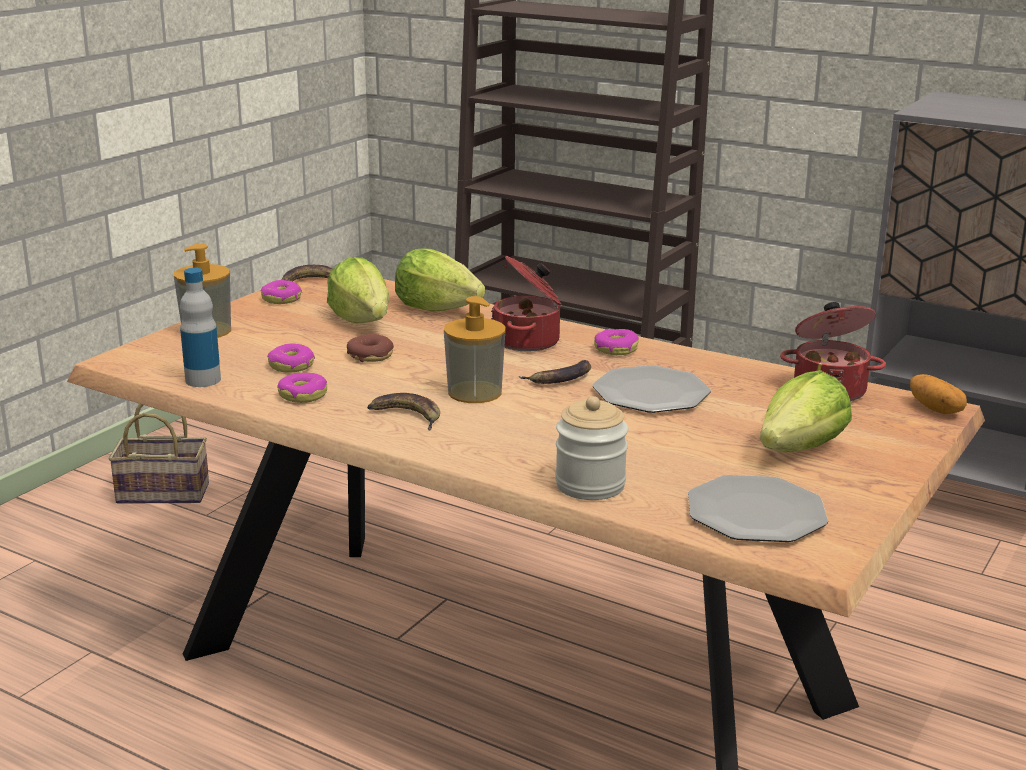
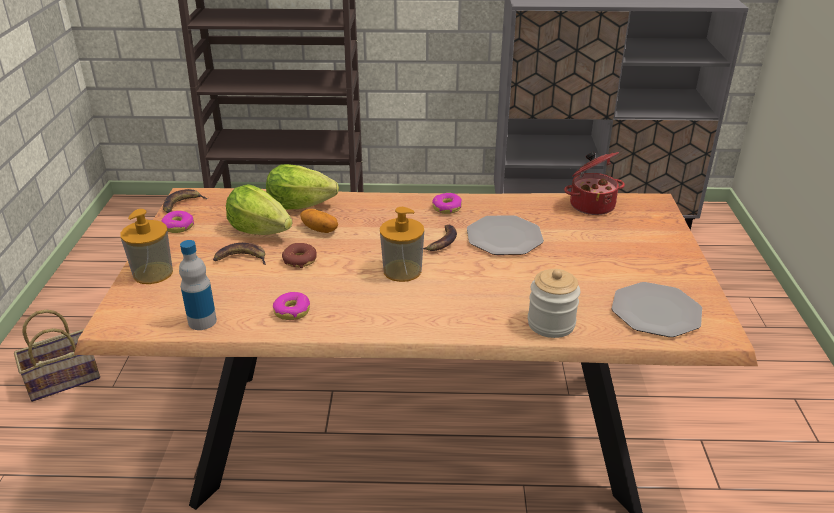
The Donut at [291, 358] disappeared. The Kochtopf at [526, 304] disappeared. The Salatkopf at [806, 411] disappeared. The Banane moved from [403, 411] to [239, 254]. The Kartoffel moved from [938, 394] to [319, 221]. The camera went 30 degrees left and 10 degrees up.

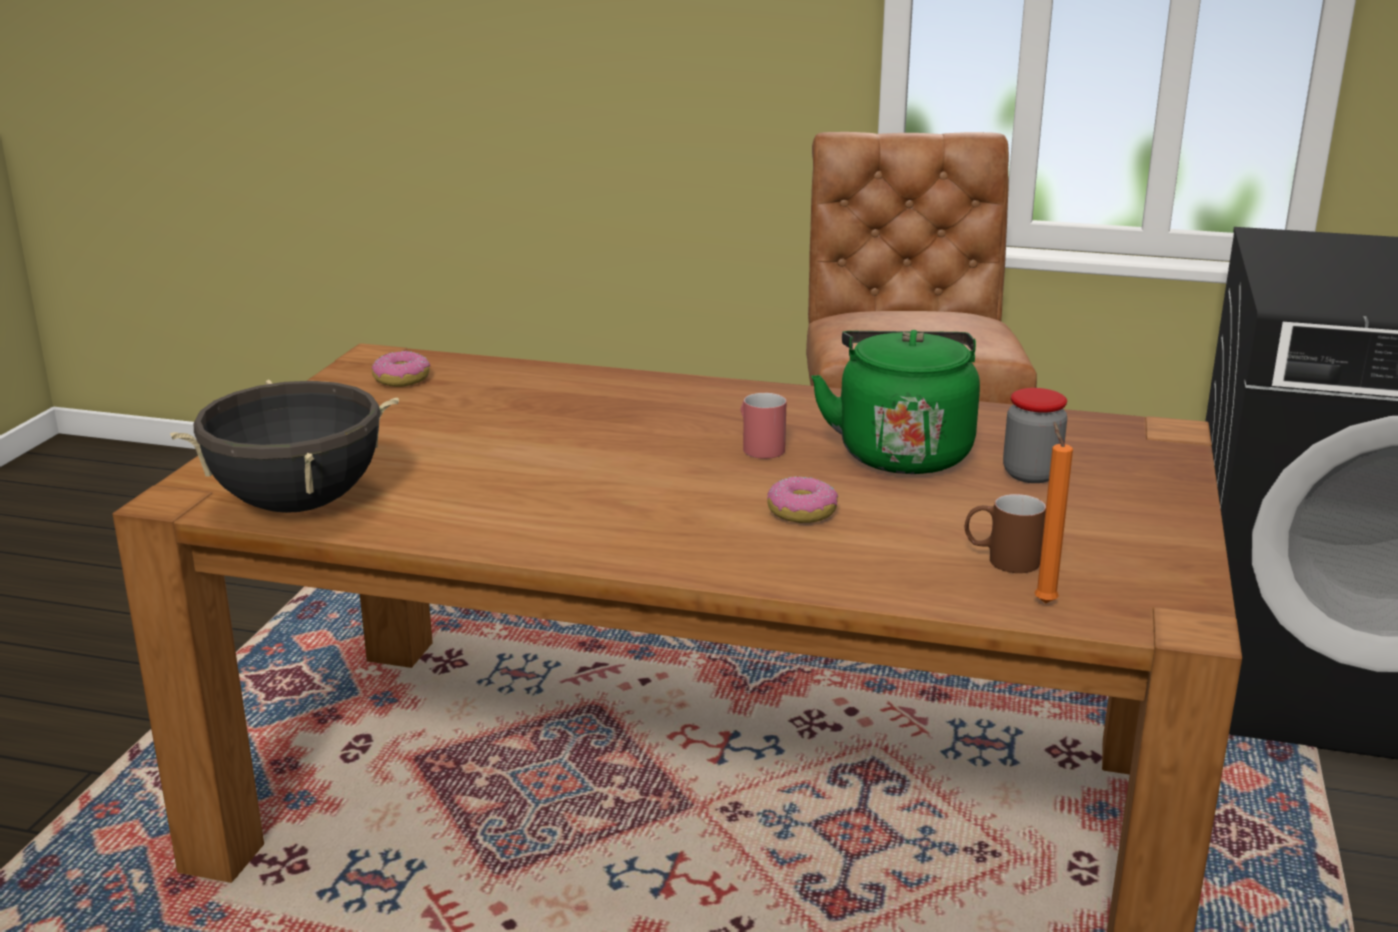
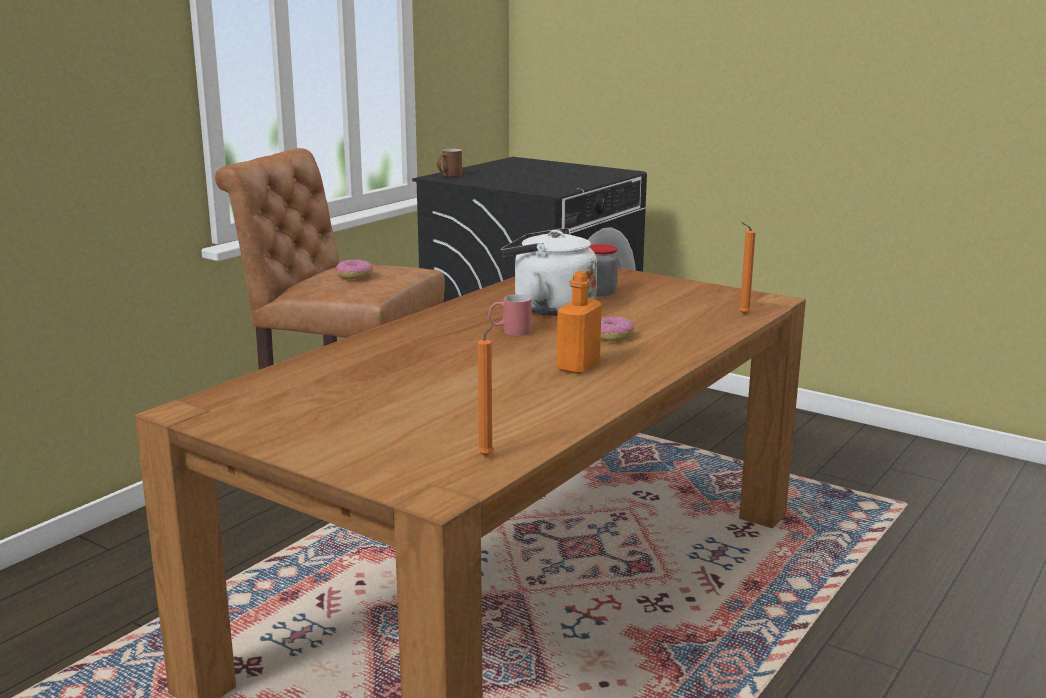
The Flasche/orange at [579, 322] appeared. The Donut moved from [401, 369] to [354, 269]. The Henkelbecher/braun moved from [1005, 533] to [449, 163]. The Kochtopf/schwarz at [284, 446] was replaced by the Kerze/orange at [485, 391]. The Wasserkessel/grün at [895, 402] became the Wasserkessel/weiß at [549, 272]. The camera went 70 degrees left and 5 degrees down.

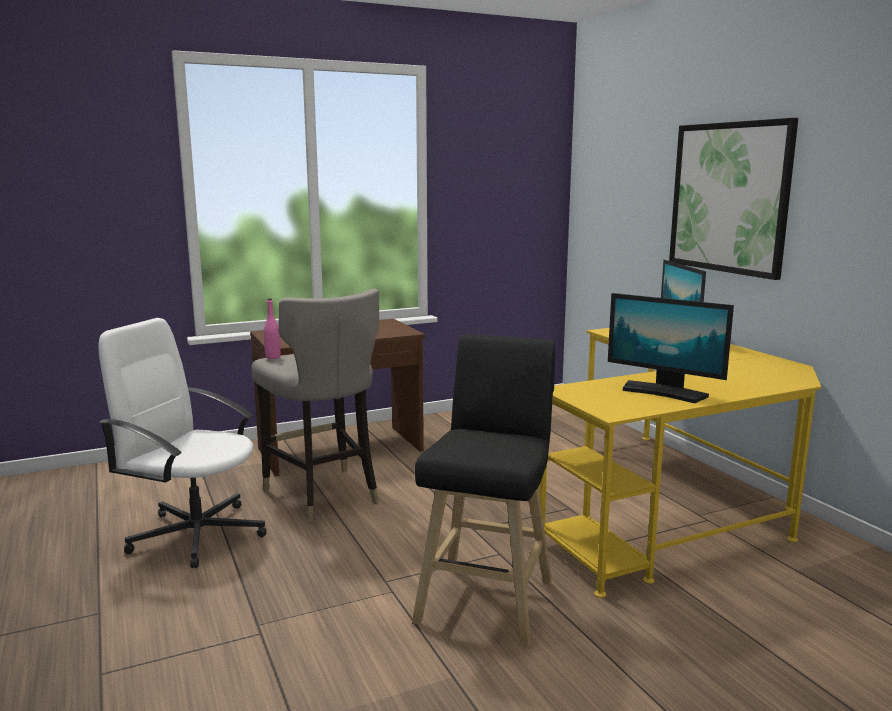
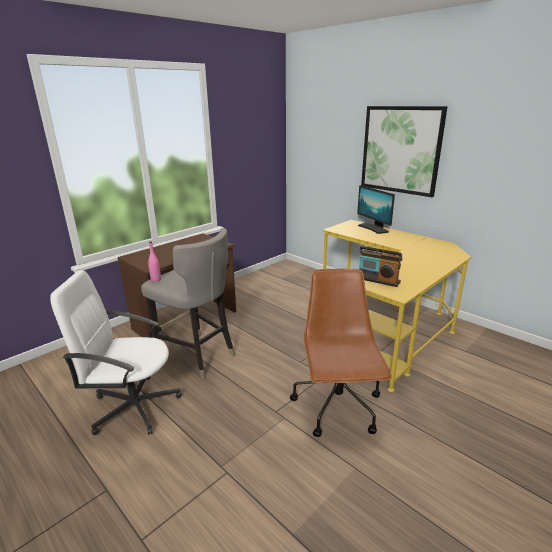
The Monitor at [671, 348] disappeared. The Radio at [381, 266] appeared. The Hocker/schwarz at [483, 490] was replaced by the Bürostuhl/braun at [341, 353]. The camera went 20 degrees left and 10 degrees up.

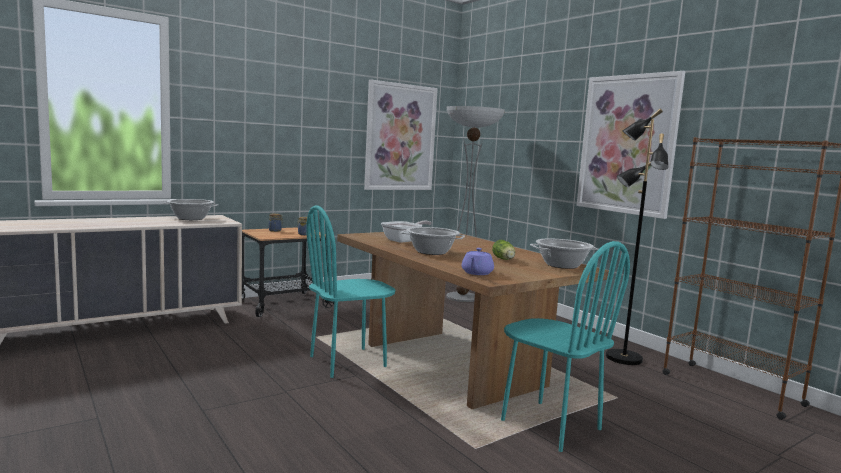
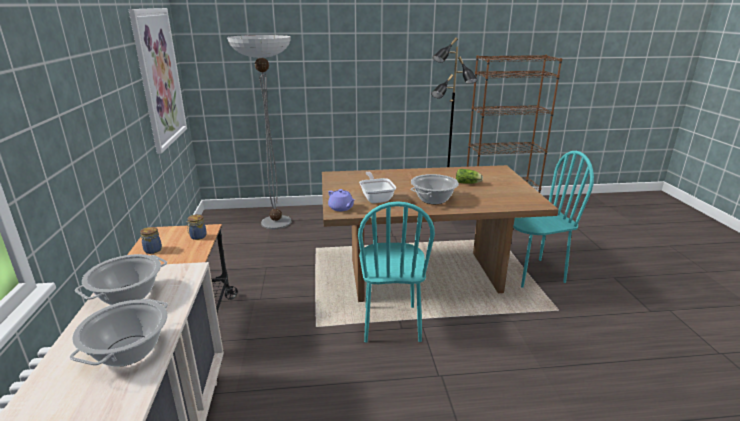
The Bild at [630, 145] disappeared. The Teekanne/lila moved from [478, 261] to [341, 200]. The Kochtopf moved from [564, 254] to [119, 333]. The camera went 60 degrees left and 15 degrees up.

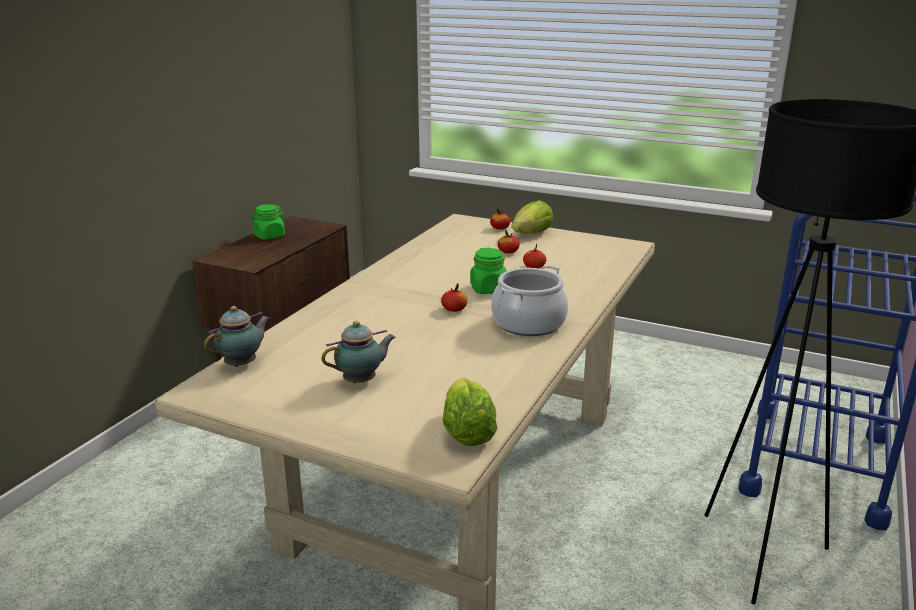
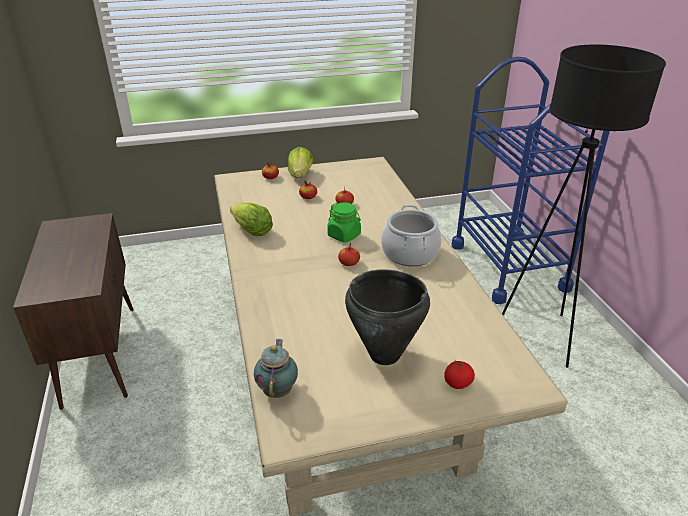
The Vorratsglas/grün at [267, 222] disappeared. The Tomate at [459, 374] appeared. The Salatkopf moved from [470, 412] to [251, 219]. The Teekanne at [358, 352] was replaced by the Kochtopf/schwarz at [387, 317]. The camera went 40 degrees left and 10 degrees up.

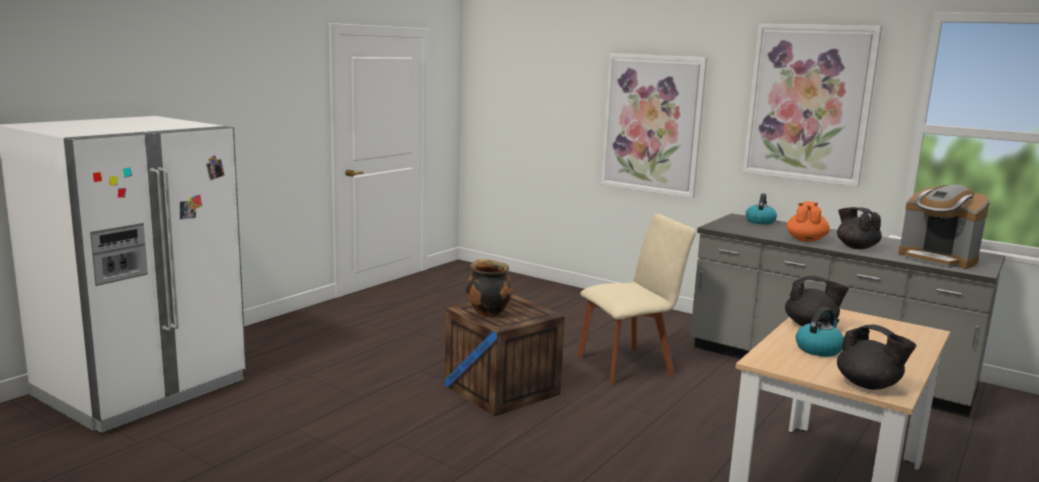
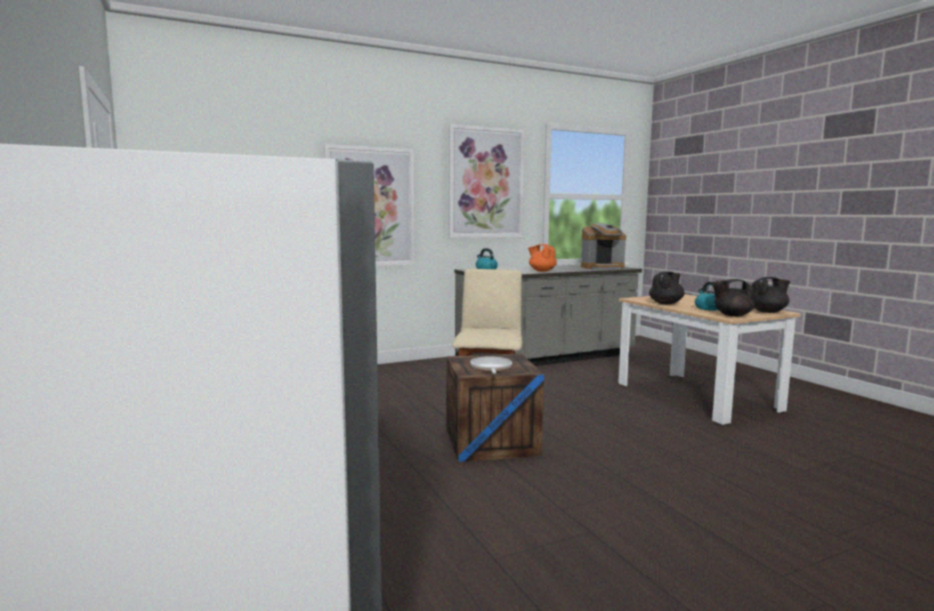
The Teekanne/schwarz moved from [859, 228] to [733, 298]. The Kochtopf at [489, 288] was replaced by the Pfanne at [491, 365]. The camera went 60 degrees left and 5 degrees down.

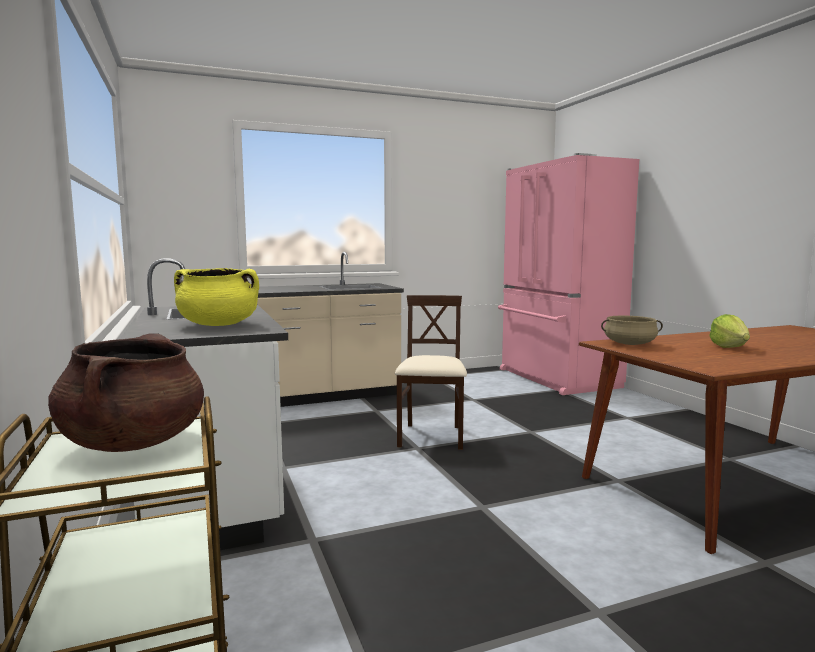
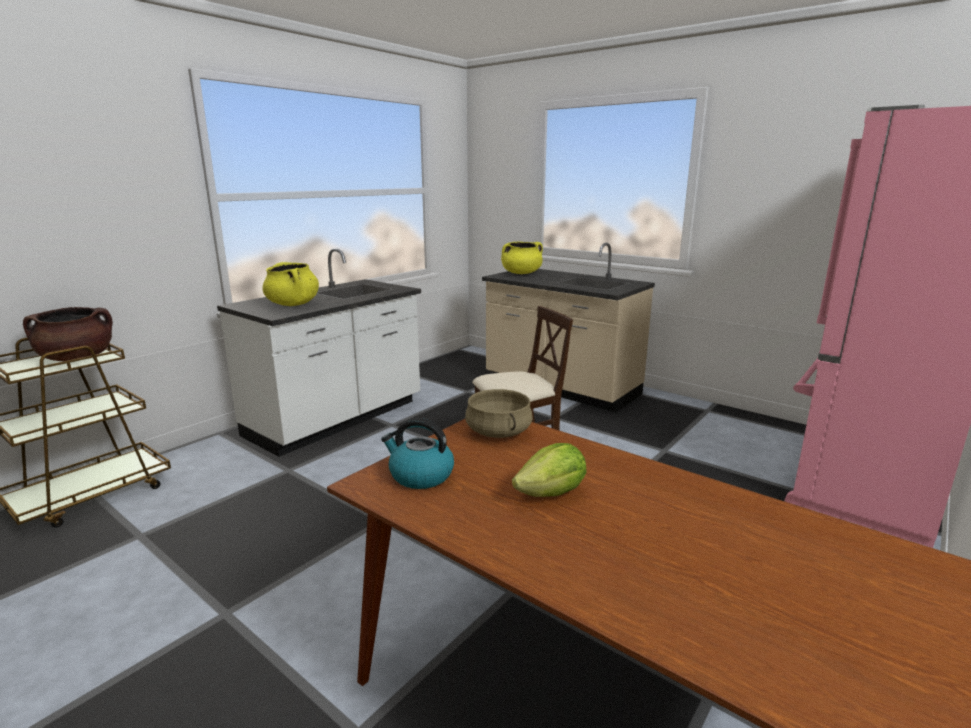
The Wasserkessel at [417, 453] appeared. The Kochtopf/gelb at [522, 257] appeared. The camera went 60 degrees right and 10 degrees up.

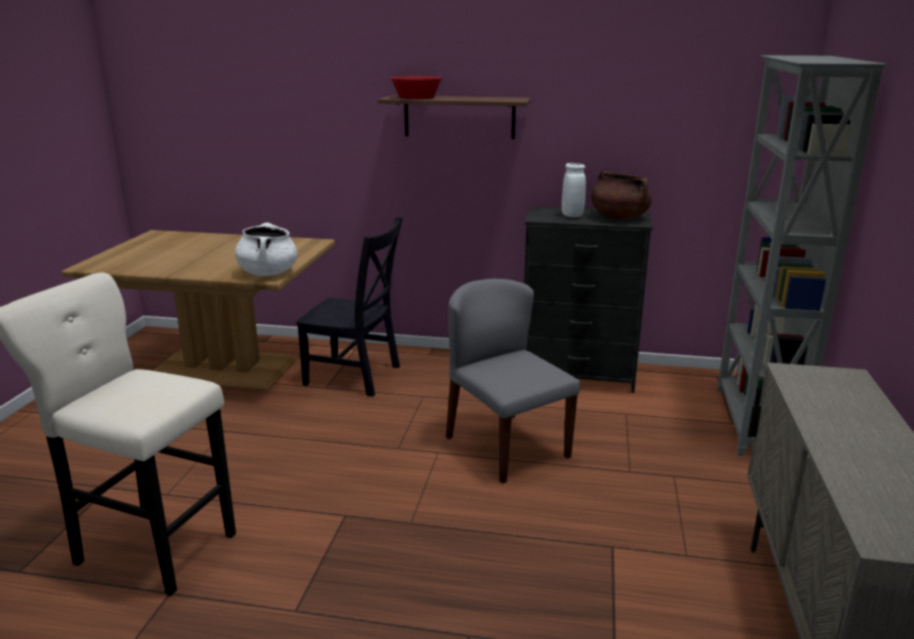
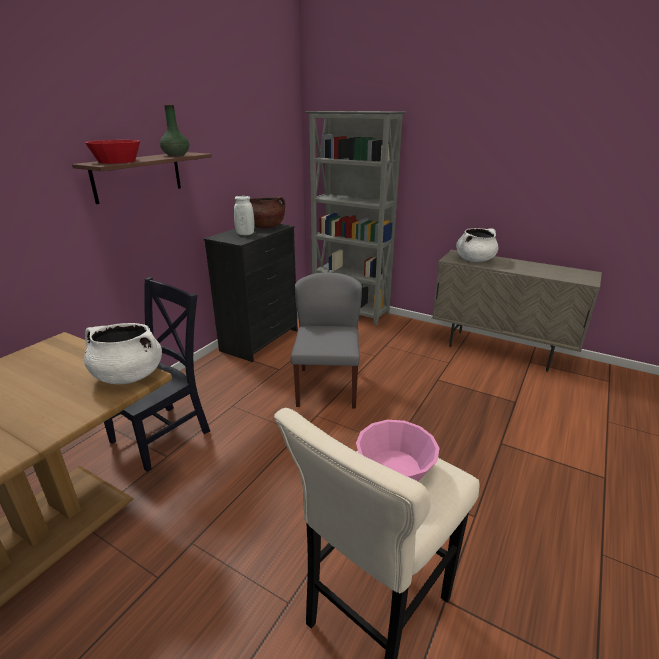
The Vase/grün at [174, 130] appeared. The Schüssel/rosa at [398, 450] appeared. The Kochtopf/weiß at [477, 245] appeared. The Stuhl/grau at [513, 381] turned 105 degrees clockwise. The camera went 70 degrees left and 5 degrees up.

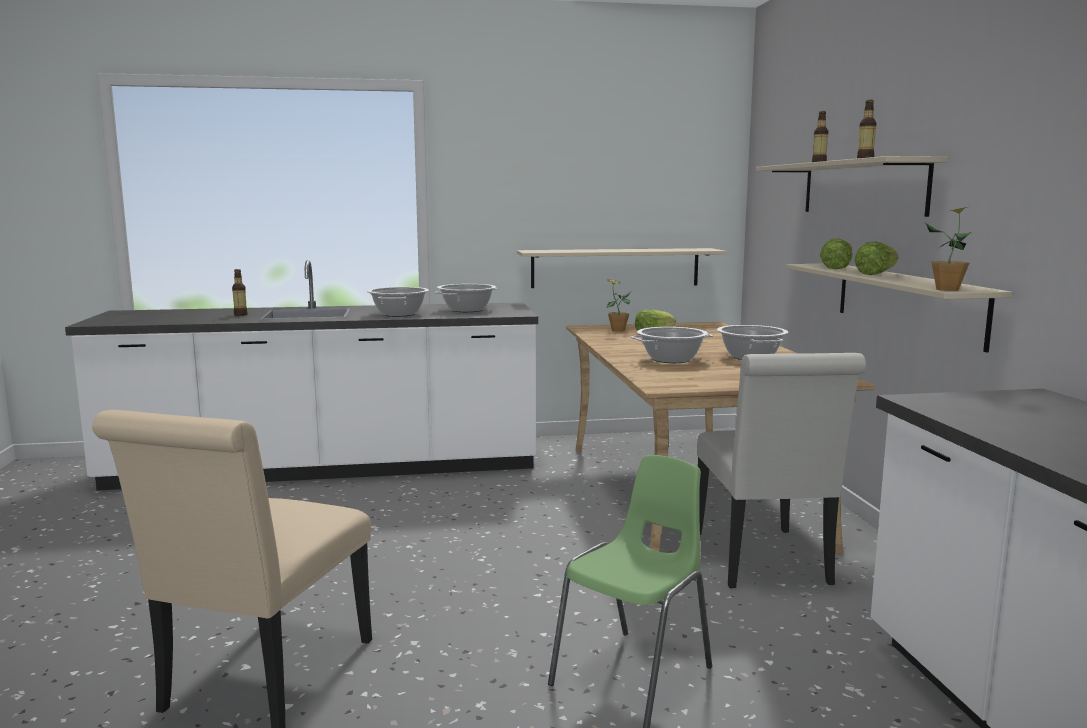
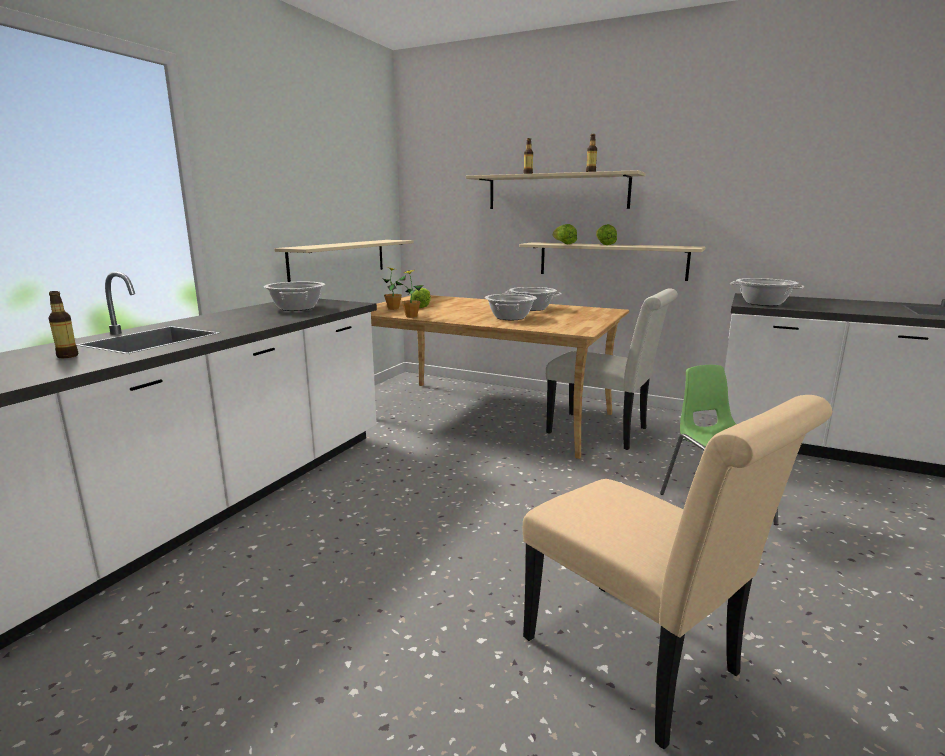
The Kochtopf moved from [398, 302] to [767, 292]. The Topfpflanze moved from [948, 249] to [409, 294]. The camera went 55 degrees left and 5 degrees up.

